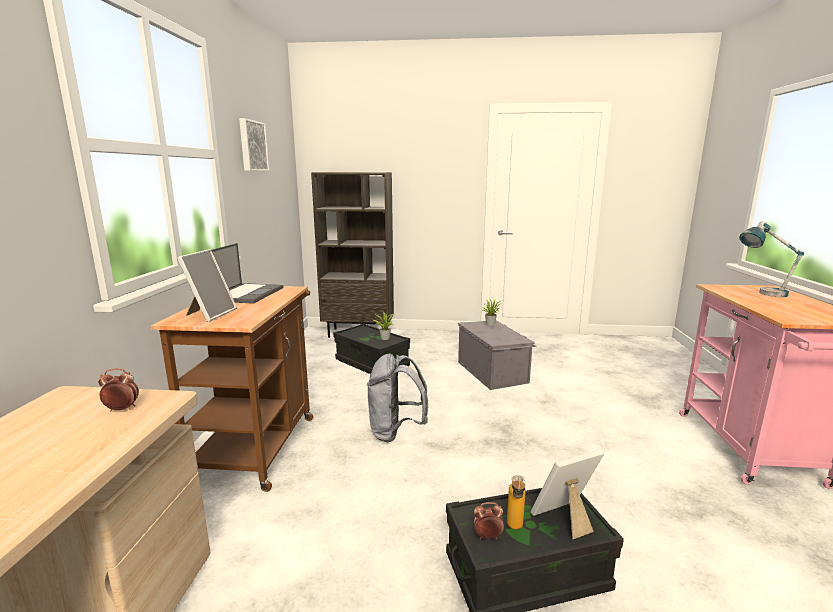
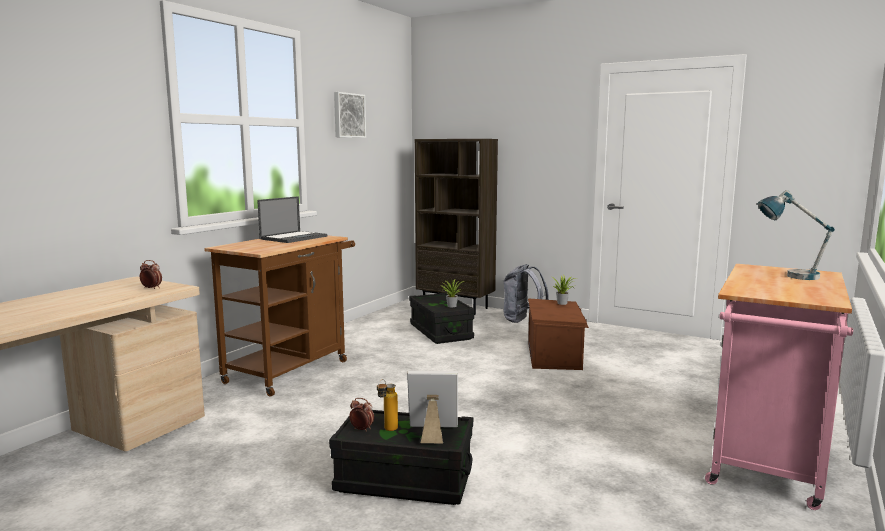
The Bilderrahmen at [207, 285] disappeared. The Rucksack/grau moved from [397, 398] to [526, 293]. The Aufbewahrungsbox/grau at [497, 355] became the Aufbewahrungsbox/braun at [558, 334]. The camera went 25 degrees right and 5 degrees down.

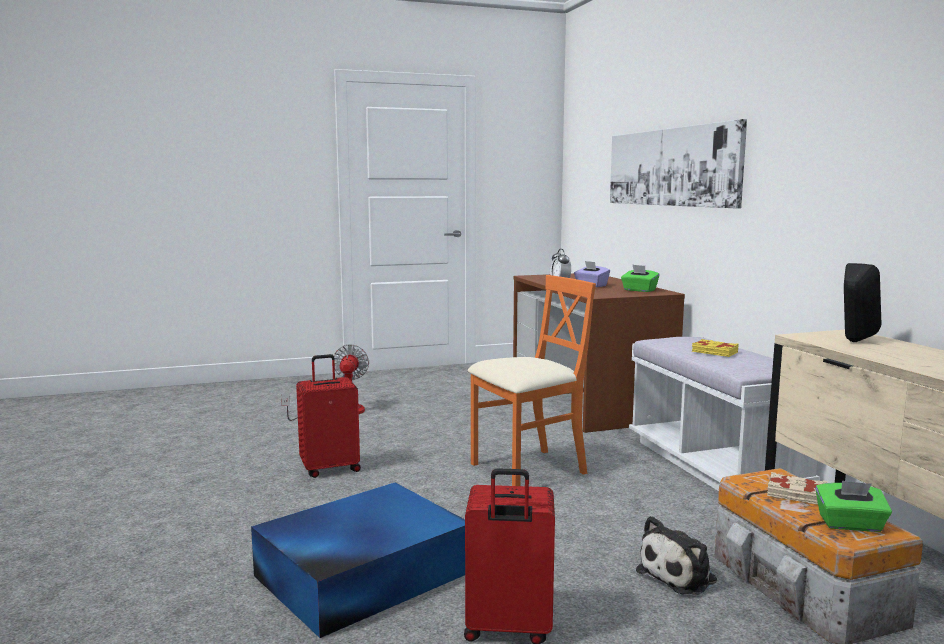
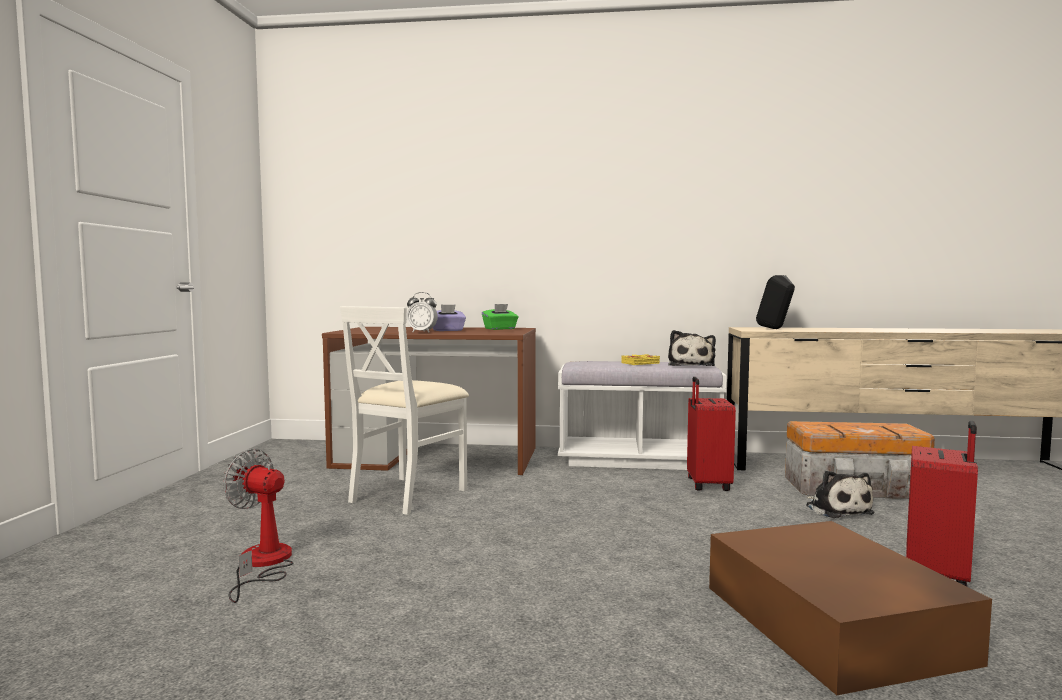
The Stuhl/orange at [532, 380] disappeared. The Bild at [678, 164] disappeared. The Buch/beige at [797, 488] disappeared. The Taschentuchbox/grün at [853, 506] disappeared. The Stuhl/weiß at [404, 410] appeared. The Plüschtier at [692, 348] appeared. The Koffer/rot moved from [328, 416] to [711, 434]. The Aufbewahrungsbox/blau at [358, 560] became the Aufbewahrungsbox/braun at [850, 608]. The camera went 65 degrees left and 5 degrees down.

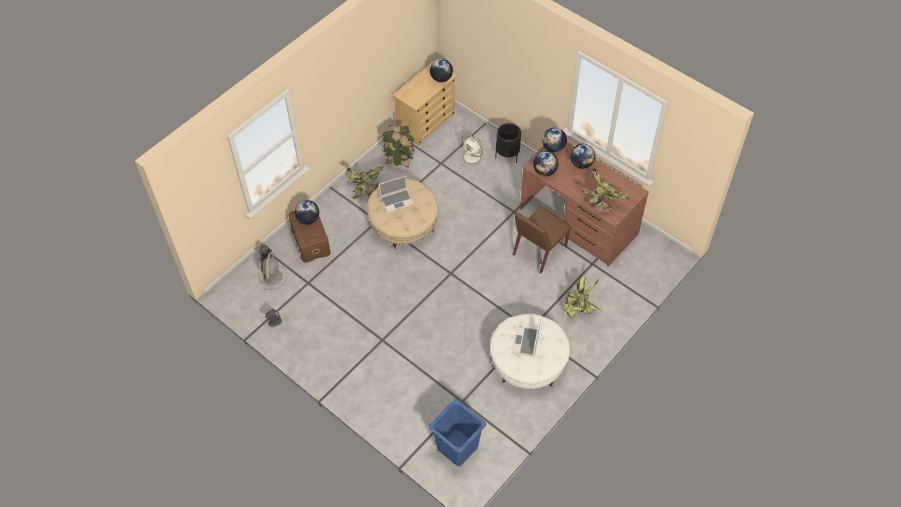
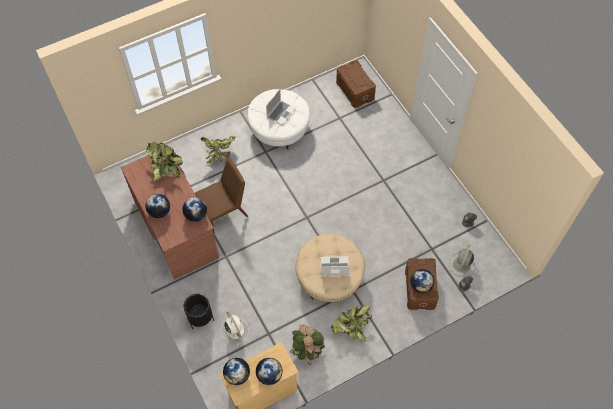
The Globus moved from [554, 140] to [269, 371]. The Wäschekorb/blau at [457, 432] was replaced by the Aufbewahrungsbox/braun at [356, 84]. The camera went 160 degrees left and 5 degrees up.

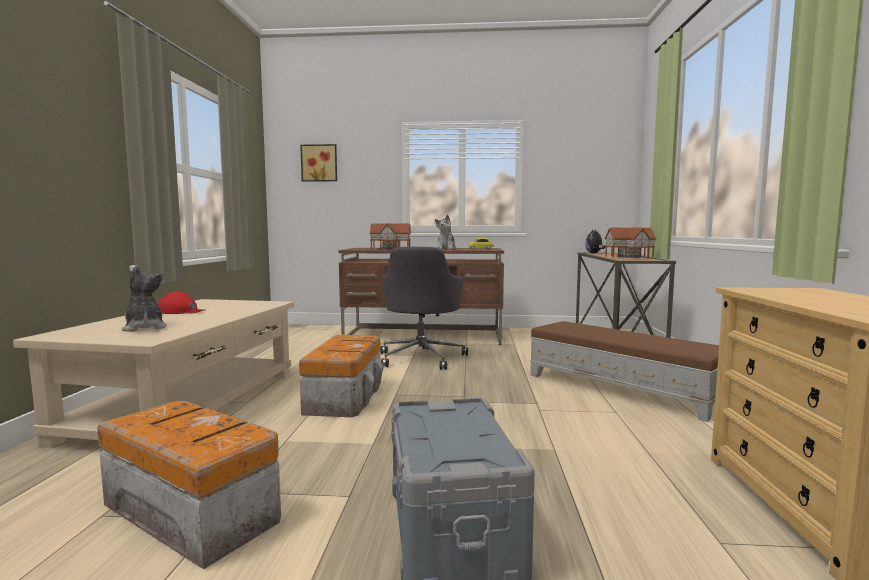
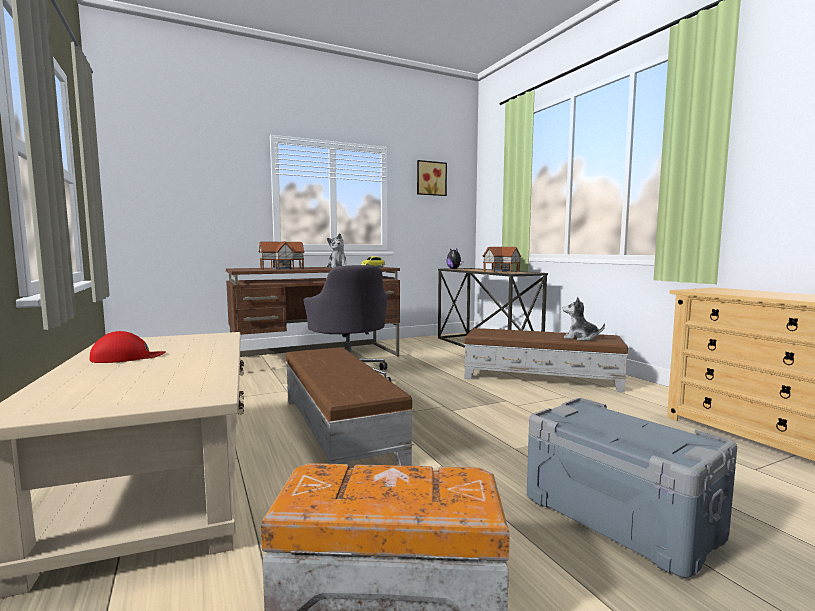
The Plüschtier moved from [144, 298] to [584, 319]. The Bild moved from [318, 163] to [432, 178]. The Aufbewahrungsbox at [341, 376] was replaced by the Polsterhocker/braun at [349, 406]. The camera went 30 degrees left and 0 degrees up.

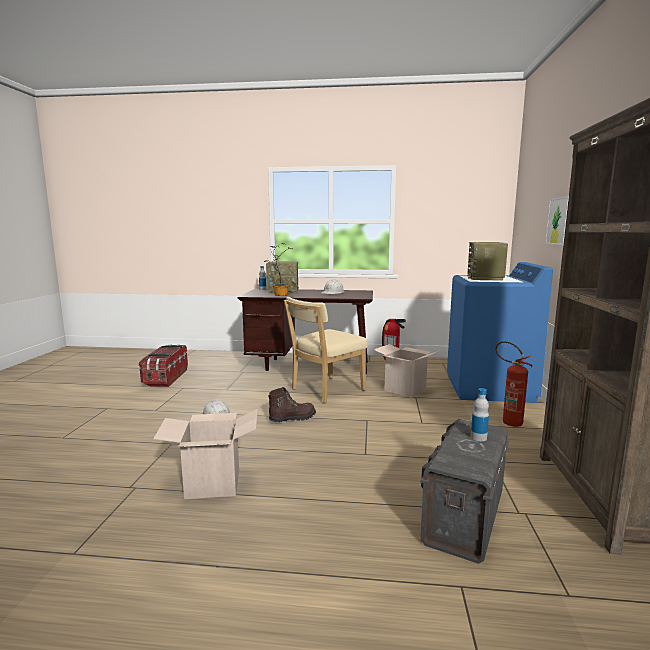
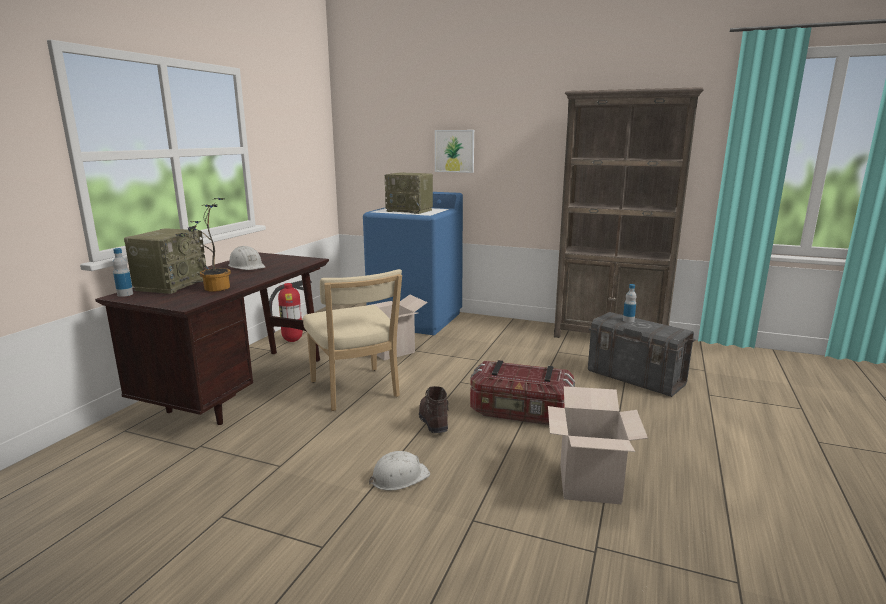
The Feuerlöscher at [514, 384] disappeared. The Aufbewahrungsbox moved from [163, 365] to [522, 392]. The camera went 75 degrees left and 5 degrees up.

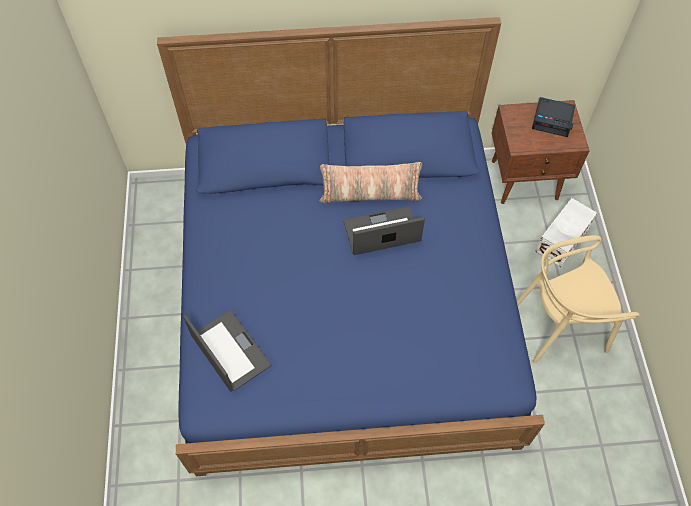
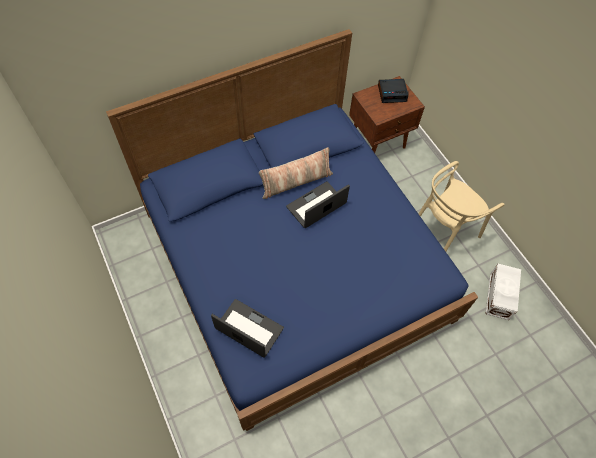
The Aufbewahrungsbox/weiß moved from [566, 232] to [503, 292]. The camera went 25 degrees left and 0 degrees up.

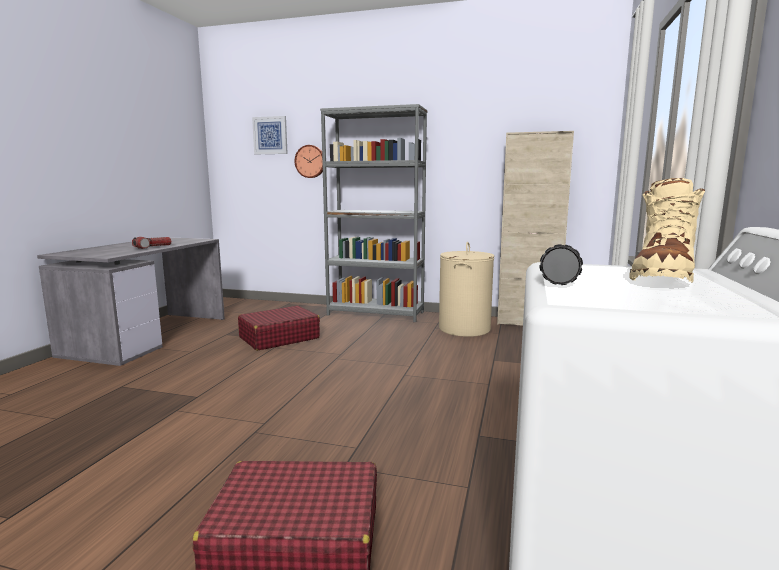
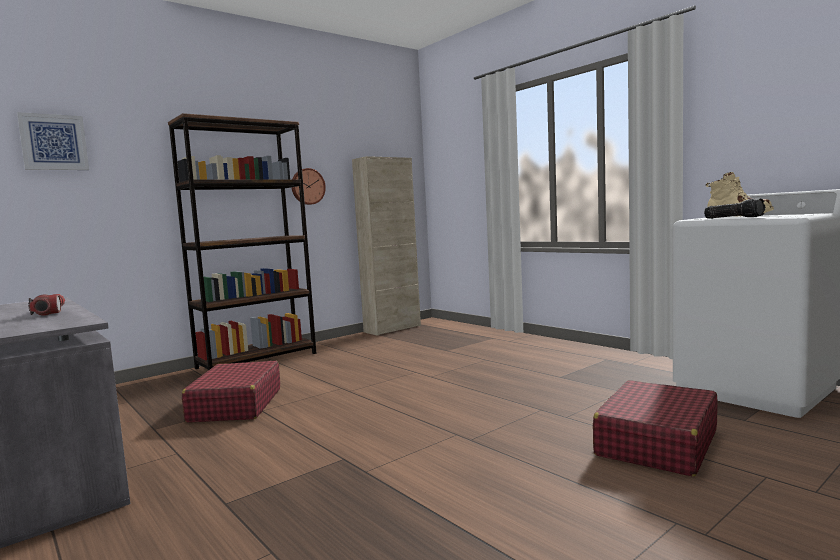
The Wäschekorb/beige at [466, 289] disappeared. The Wanduhr moved from [309, 161] to [308, 186]. The Bücherregal/grau at [373, 213] became the Bücherregal/braun at [242, 241]. The camera went 55 degrees left and 5 degrees down.

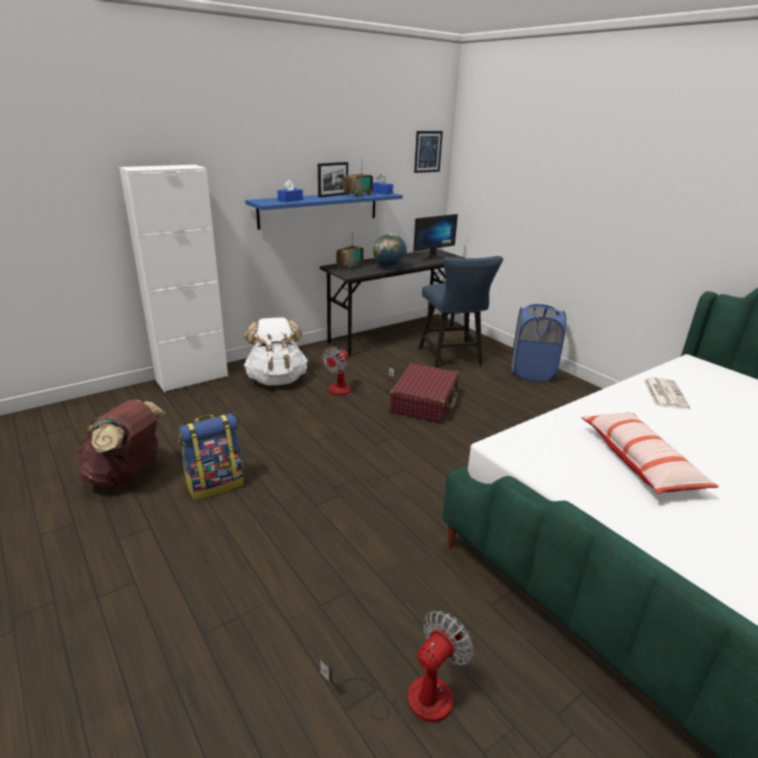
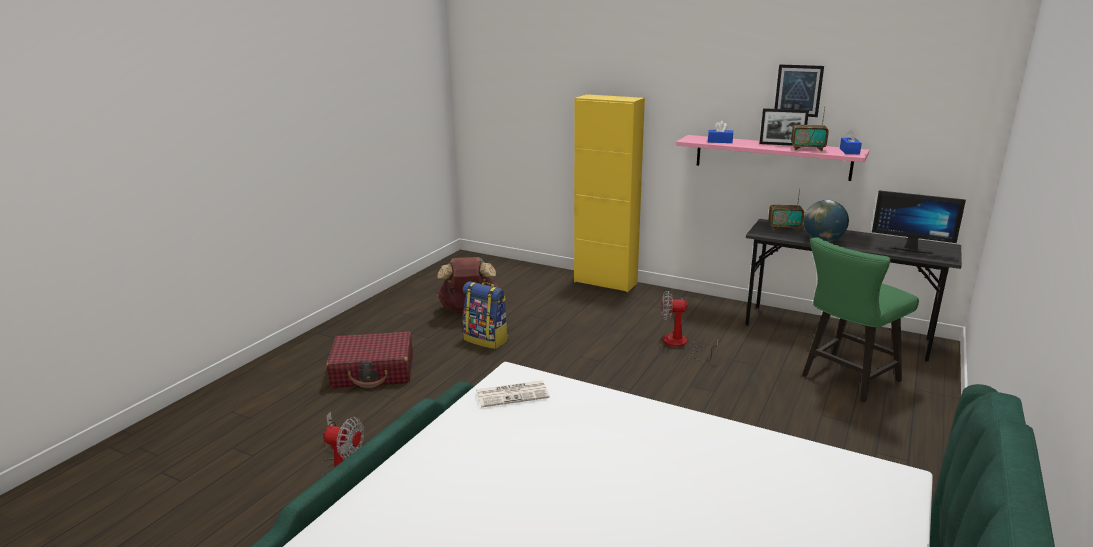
The Rucksack/weiß at [276, 351] disappeared. The Wäschekorb/blau at [539, 343] disappeared. The Kissen at [650, 453] disappeared. The Koffer/rot moved from [424, 393] to [369, 360]. The Bild moved from [428, 152] to [799, 90]. The Zeitung moved from [667, 393] to [513, 394]. The Schrank/weiß at [173, 278] became the Schrank/gelb at [609, 193]. The Wandregal/blau at [324, 211] became the Wandregal/rosa at [772, 158]. The Stuhl/blau at [460, 312] became the Stuhl/grün at [860, 319]. The camera went 65 degrees right and 5 degrees down.

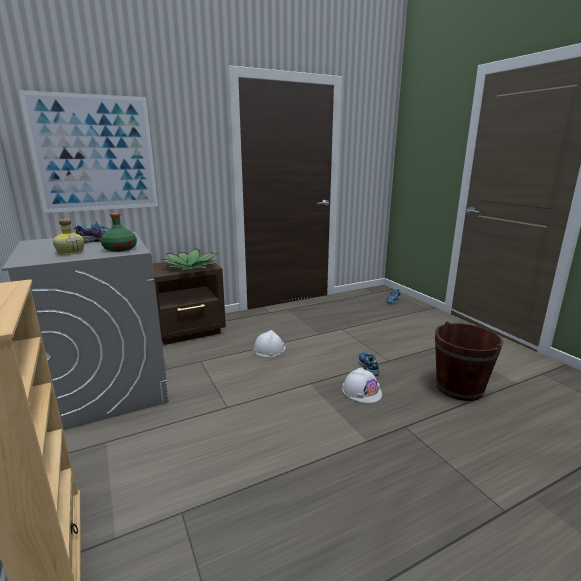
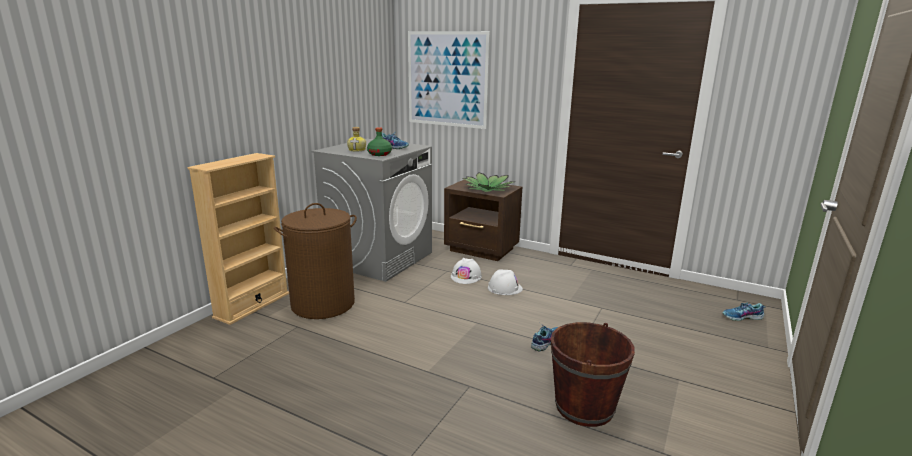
The Wäschekorb/braun at [315, 261] appeared. The Schutzhelm/weiß moved from [362, 385] to [466, 271]. The camera went 55 degrees right and 0 degrees up.

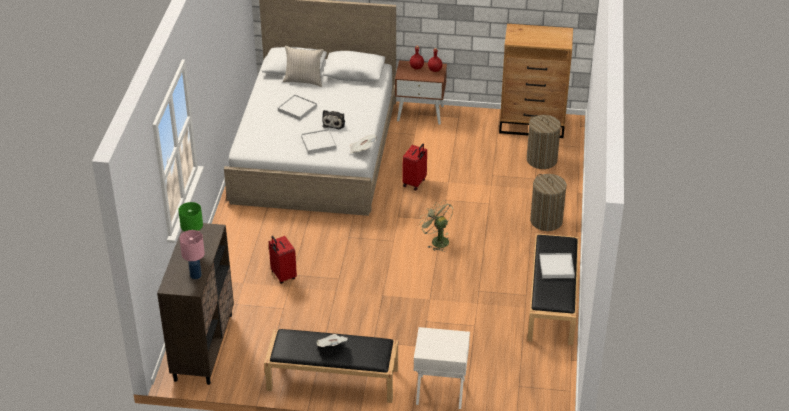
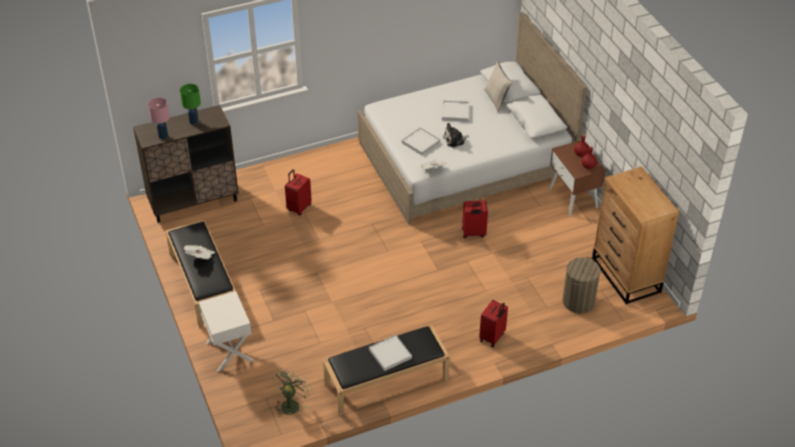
The Ventilator/grün moved from [436, 225] to [292, 391]. The Wäschekorb at [548, 202] was replaced by the Koffer/rot at [493, 323]. The camera went 60 degrees right and 5 degrees up.

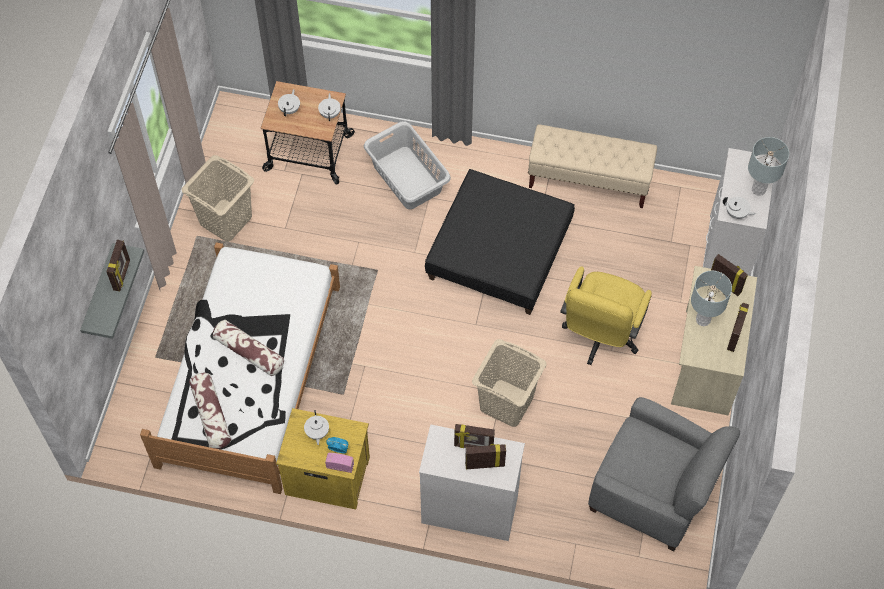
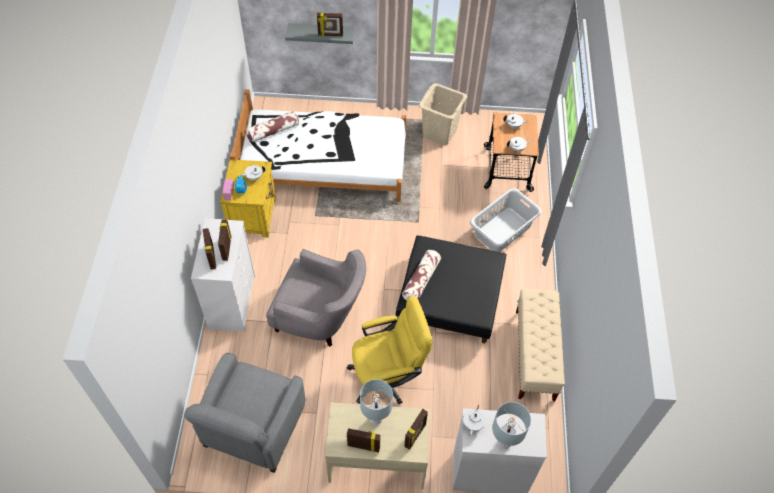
The Kissen moved from [248, 348] to [421, 275]. The Wäschekorb/beige at [509, 383] was replaced by the Sessel/grau at [316, 298]. The Bürostuhl/gelb at [606, 315] turned 150 degrees clockwise. The camera went 80 degrees right and 5 degrees down.

